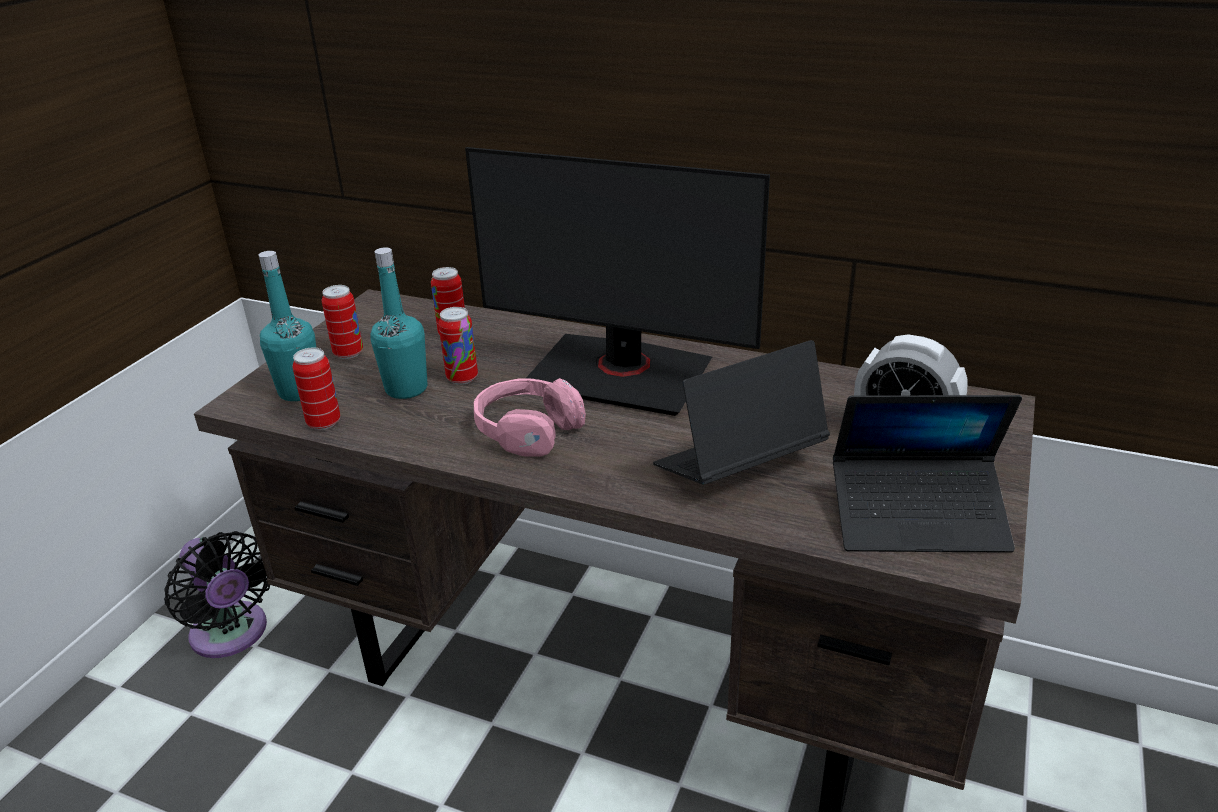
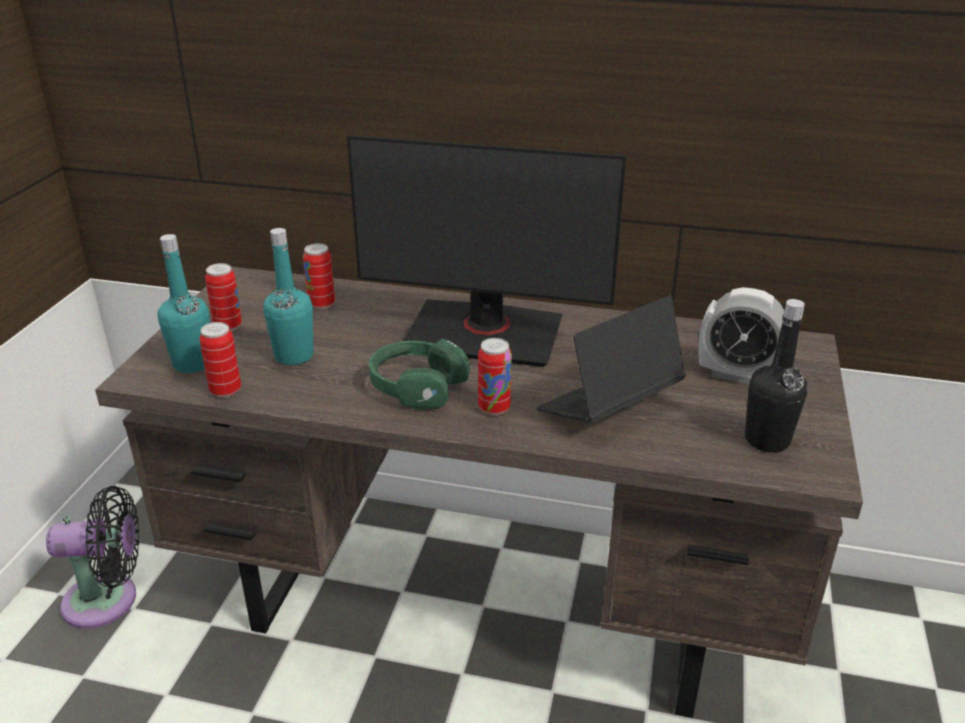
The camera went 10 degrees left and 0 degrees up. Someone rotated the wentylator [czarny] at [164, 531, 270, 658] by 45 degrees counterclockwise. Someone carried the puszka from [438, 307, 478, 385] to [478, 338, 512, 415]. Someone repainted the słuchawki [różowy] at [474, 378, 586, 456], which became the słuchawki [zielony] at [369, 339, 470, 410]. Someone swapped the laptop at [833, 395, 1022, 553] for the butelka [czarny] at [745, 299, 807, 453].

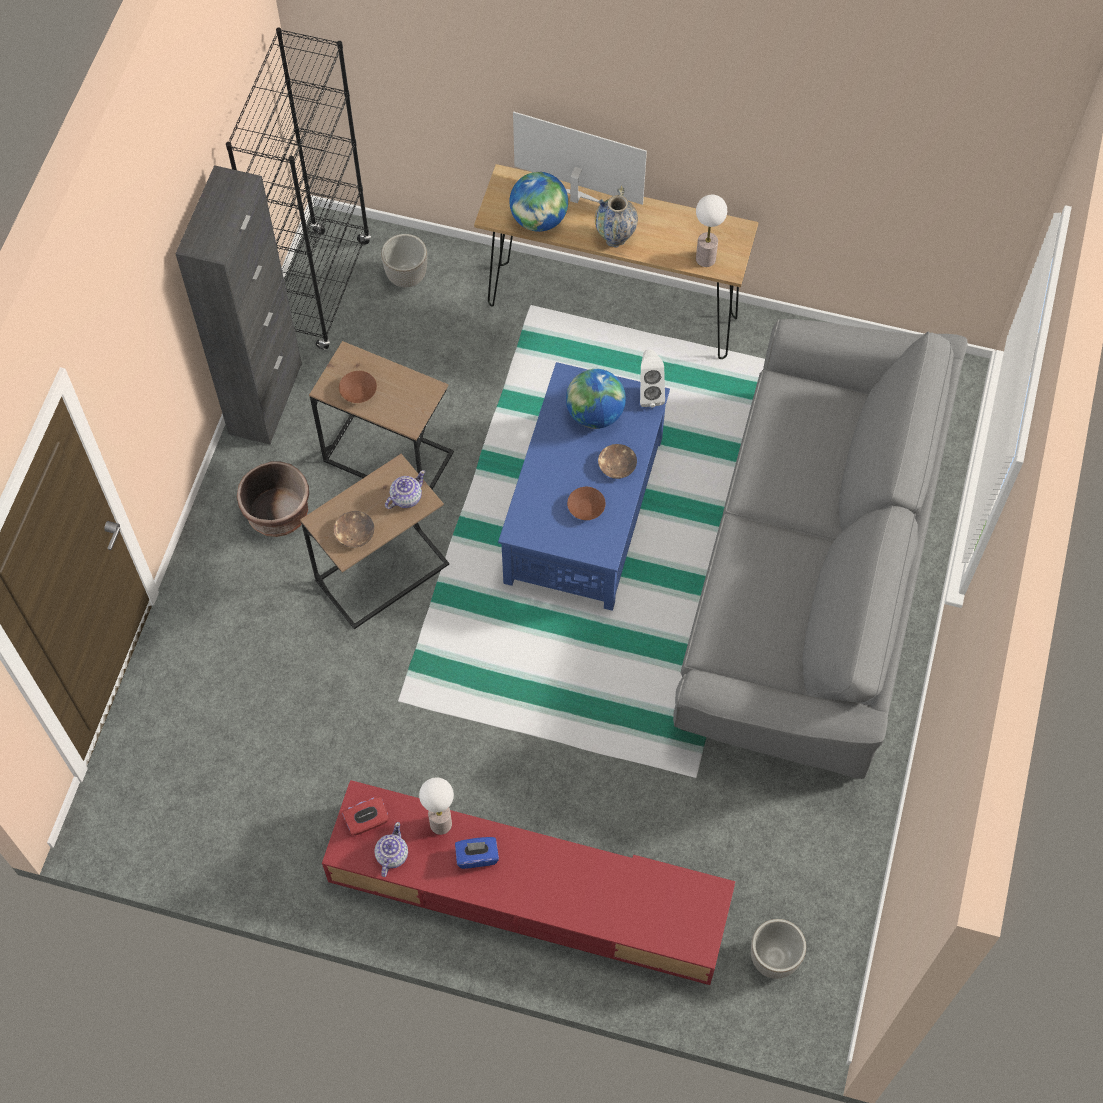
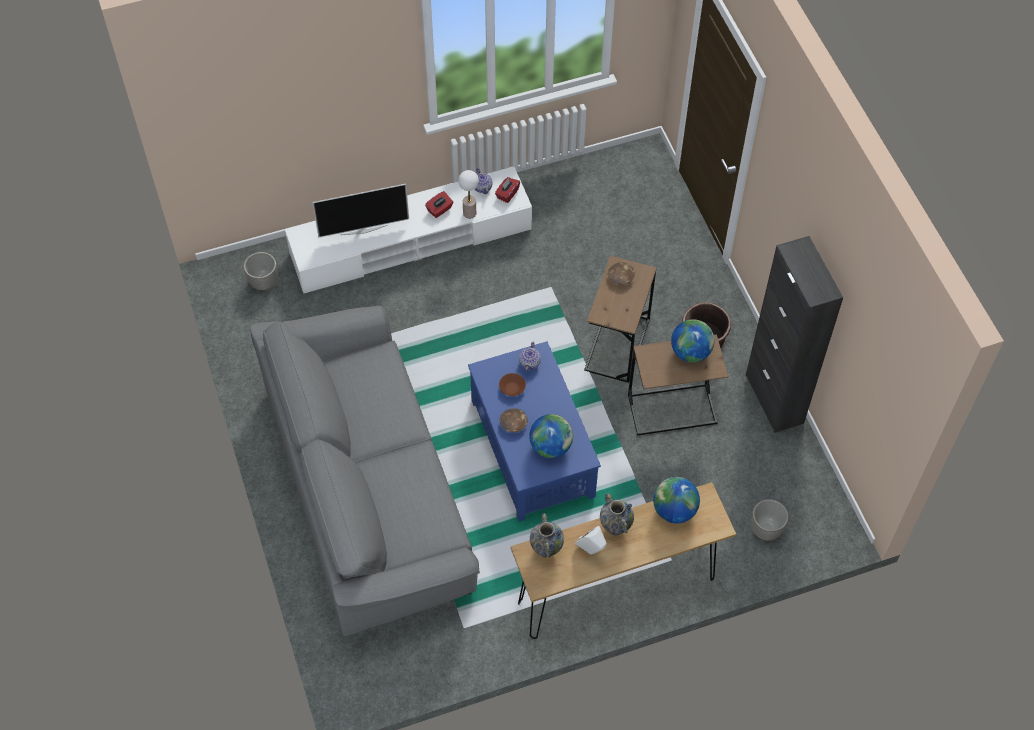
The camera went 145 degrees right and 5 degrees down. Someone took away the regał [czarny] at [226, 28, 371, 350]. Someone repainted the szafka pod telewizor [czerwony] at [322, 780, 735, 985], which became the szafka pod telewizor [biały] at [285, 167, 532, 293]. Someone swapped the miska [brązowy] at [339, 371, 377, 403] for the globus at [671, 319, 715, 363]. Someone carried the imbryk from [385, 470, 425, 509] to [519, 342, 541, 372]. Someone repainted the pudełko chusteczek [niebieski] at [455, 837, 499, 869], which became the pudełko chusteczek [czerwony] at [425, 191, 453, 218]. Someone carried the telewizor from [513, 111, 647, 205] to [312, 184, 409, 238]. Someone carried the głośnik [biały] from [640, 349, 665, 408] to [575, 526, 607, 554]. Someone swapped the lampa stołowa at [696, 195, 727, 267] for the wazon at [530, 513, 564, 558].

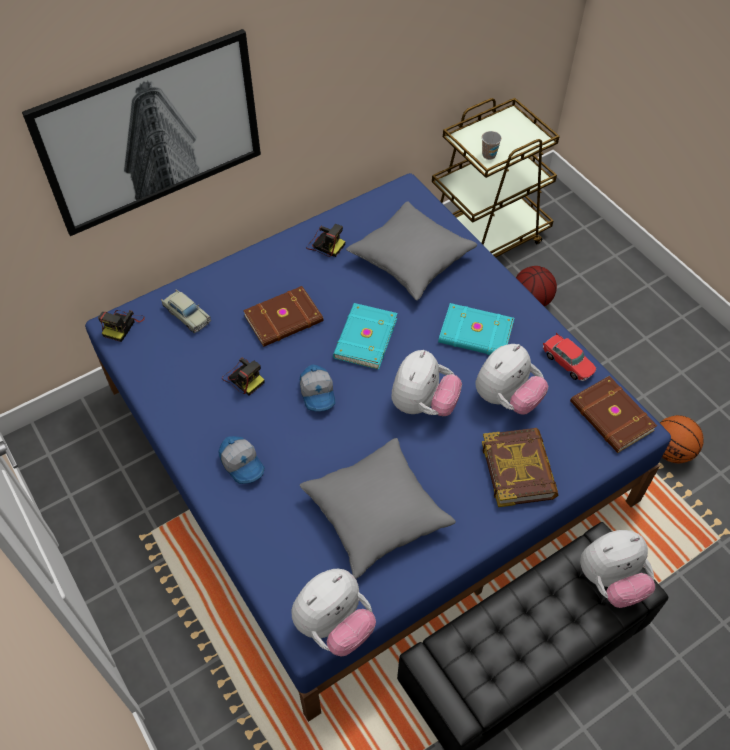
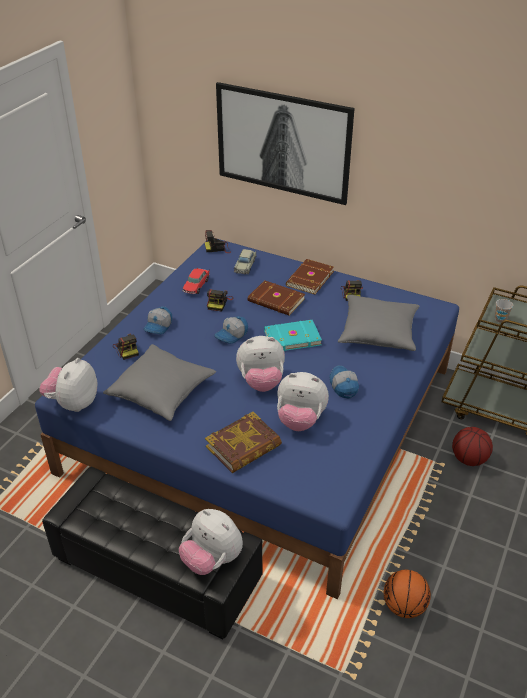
The camera went 60 degrees right and 15 degrees down. Someone rotated the pluszak at [292, 569, 376, 656] by 90 degrees clockwise. Someone swapped the książka [turkusowy] at [438, 303, 514, 355] for the czapka z daszkiem at [329, 365, 359, 399]. Someone carried the samochodzik from [543, 333, 596, 381] to [183, 267, 210, 294]. Someone carried the książka [brązowy] from [570, 376, 657, 453] to [286, 259, 334, 295]. Someone put down the aparat fotograficzny at [113, 333, 139, 360].

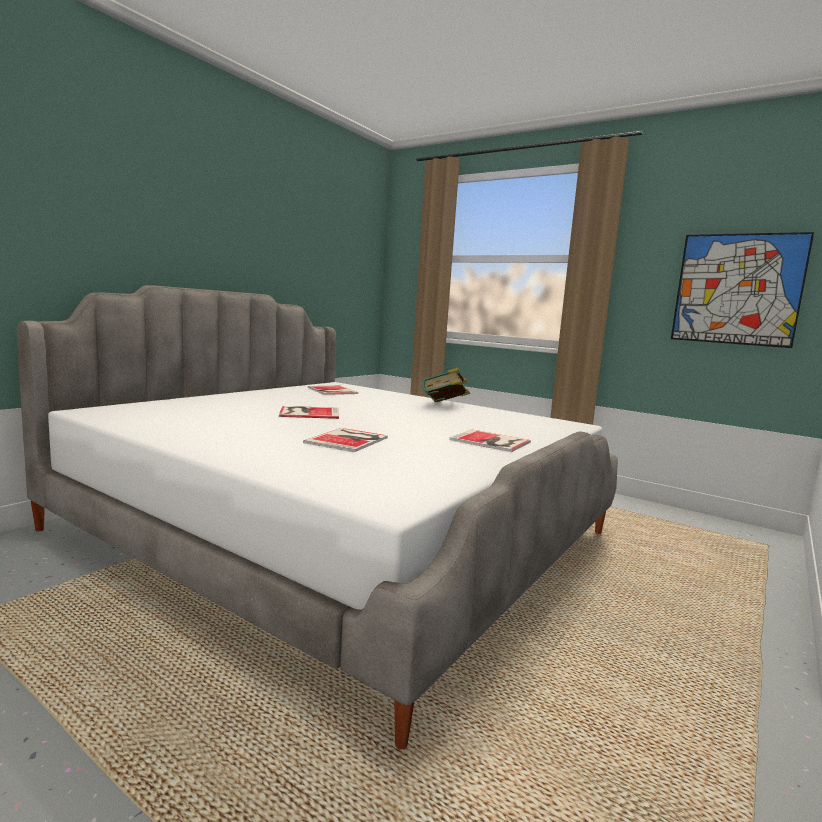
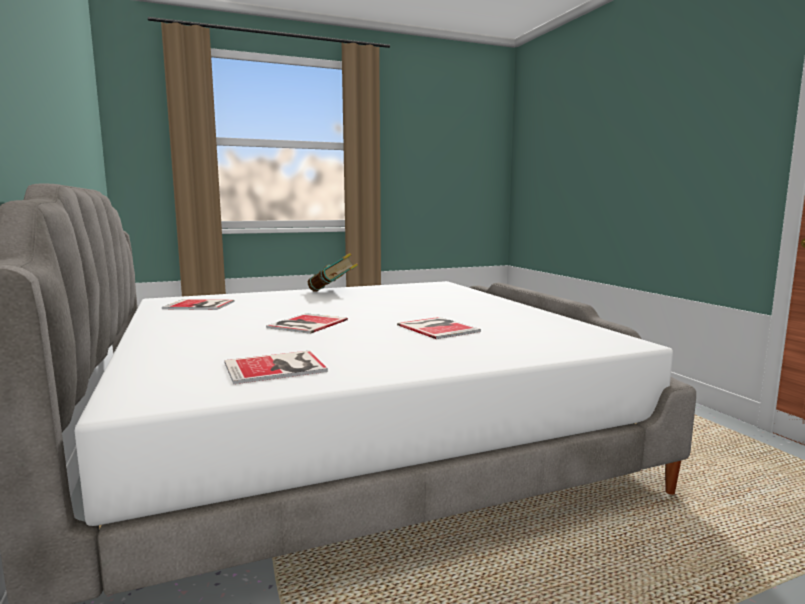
The camera went 55 degrees left and 0 degrees up. Someone carried the książka from [449, 429, 531, 452] to [224, 351, 328, 384]. Someone took away the obraz at [671, 232, 814, 348].

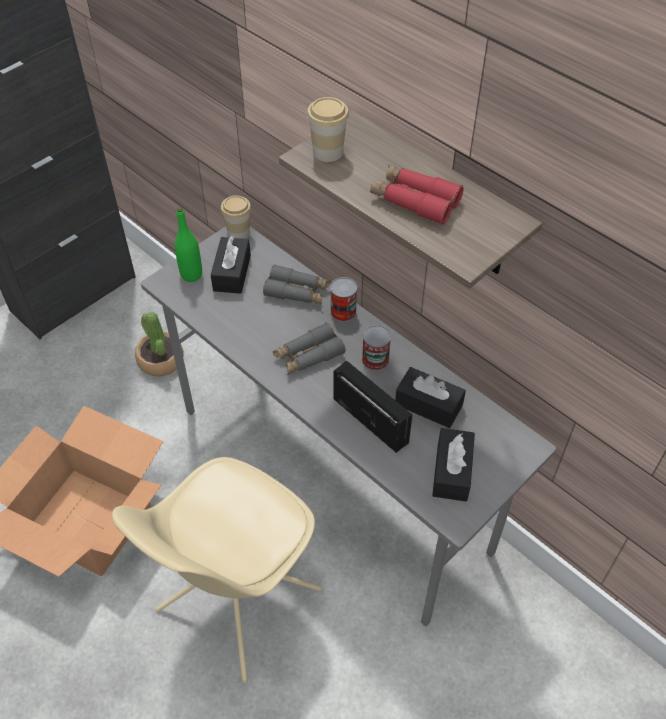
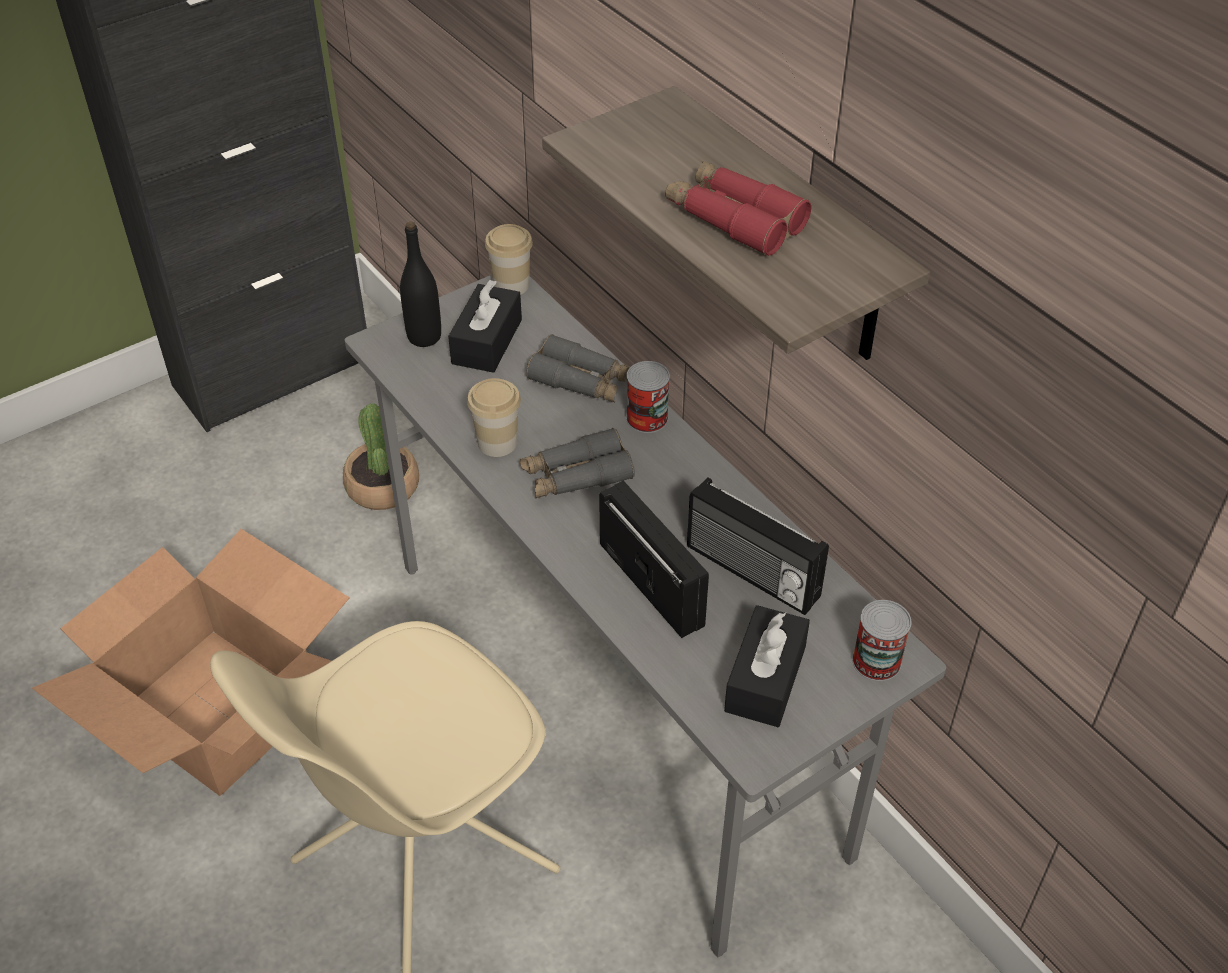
The camera went 10 degrees right and 5 degrees down. Someone repainted the butelka [zielony] at [175, 207, 202, 282], which became the butelka [czarny] at [400, 221, 441, 347]. Someone carried the filiżanka from [307, 97, 349, 162] to [467, 378, 521, 457]. Someone carried the puszka from [362, 325, 391, 371] to [852, 600, 912, 681]. Someone swapped the pudełko chusteczek [czarny] at [395, 367, 466, 428] for the radio at [687, 477, 829, 615].

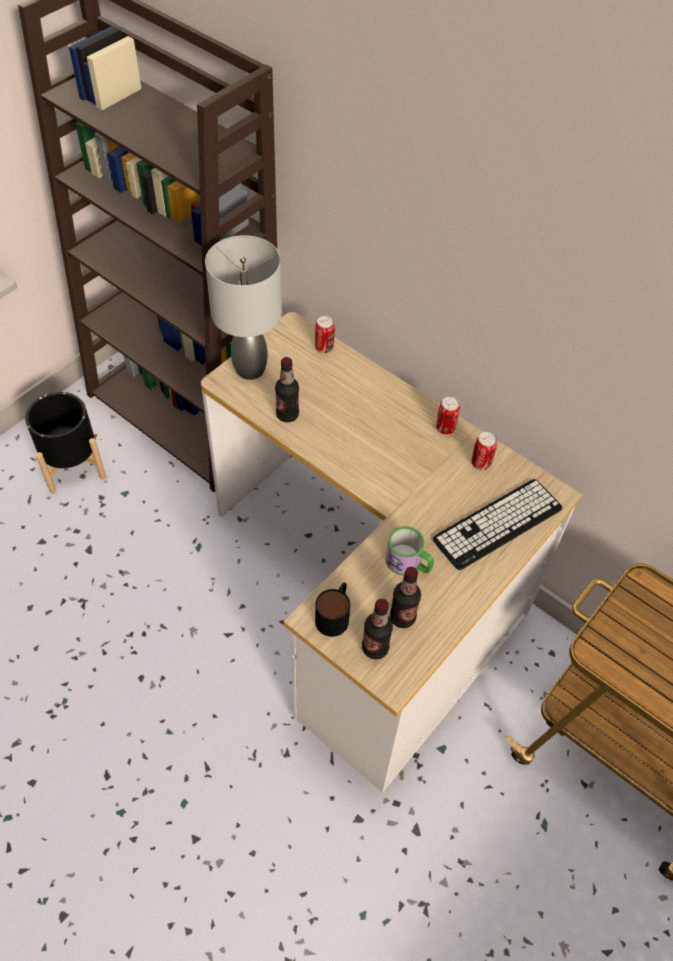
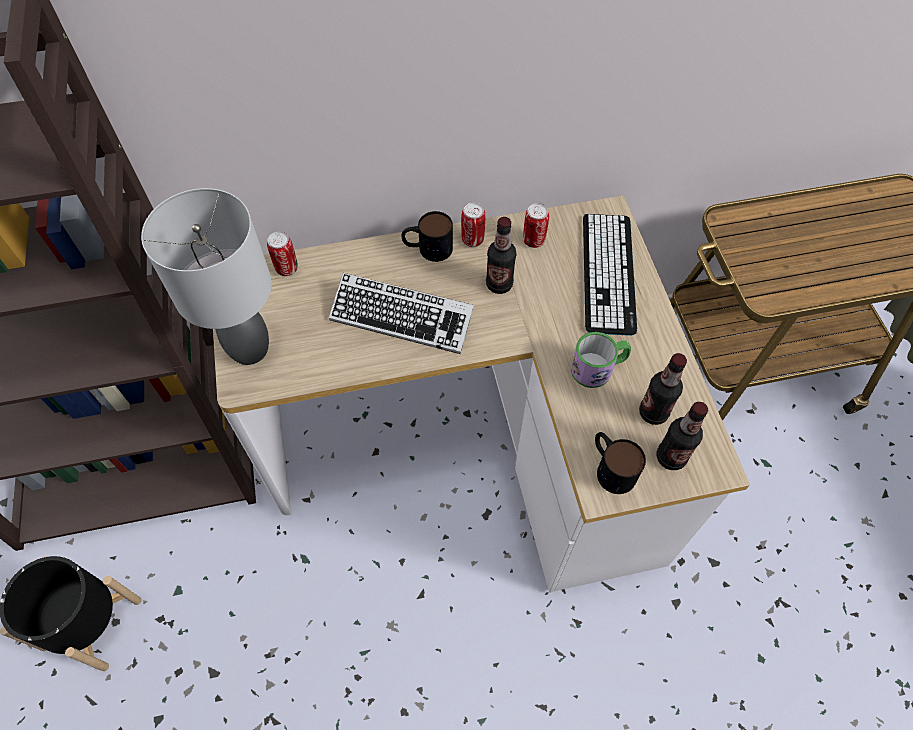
The camera went 50 degrees left and 5 degrees up. Someone carried the butelka from [275, 357, 299, 422] to [486, 217, 516, 294]. Someone put down the klawiatura at [329, 273, 474, 354]. Someone put down the kubek at [401, 211, 453, 262].

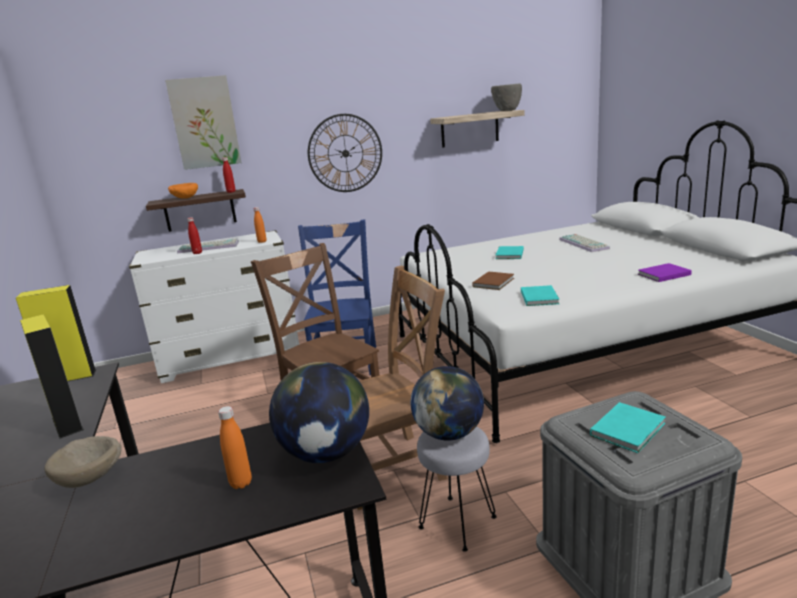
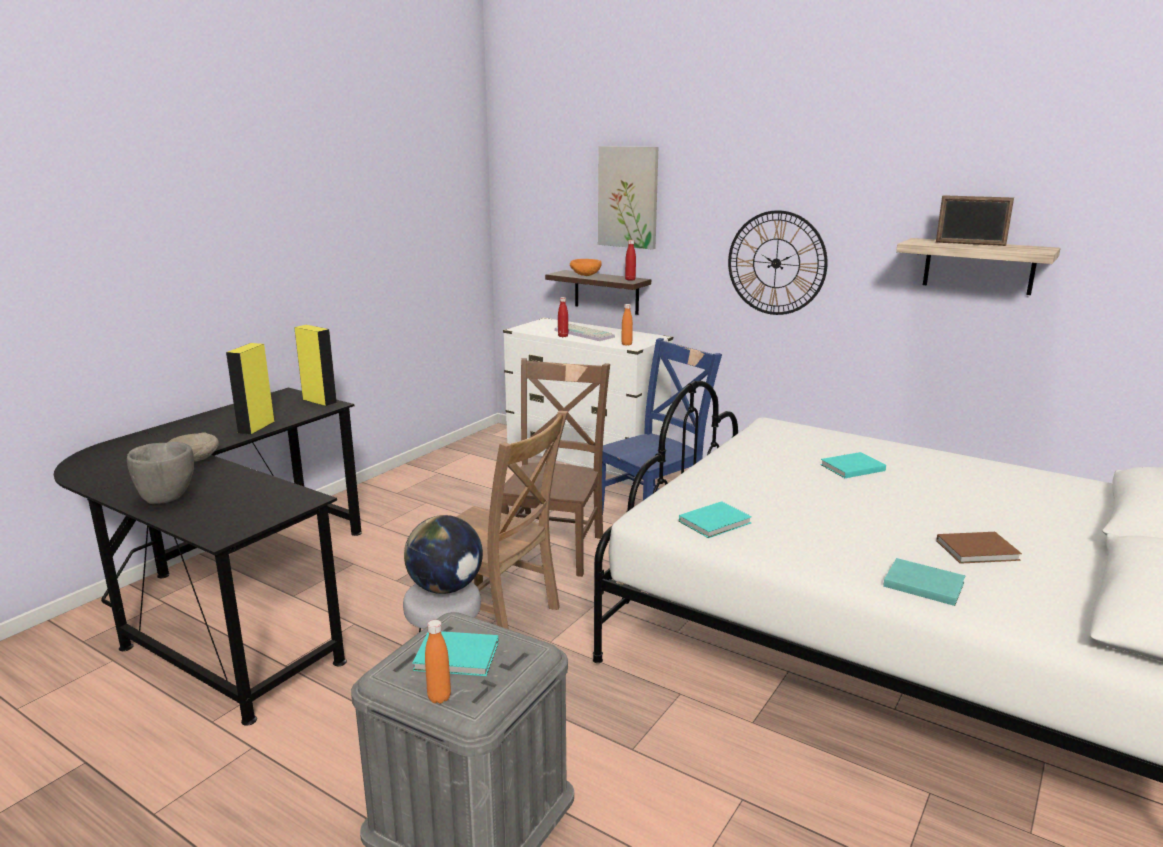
The camera went 50 degrees right and 0 degrees up. Someone carried the butelka [pomarańczowy] from [218, 406, 252, 489] to [425, 620, 451, 704]. Someone took away the globus at [269, 362, 369, 463]. Someone carried the książka [brązowy] from [472, 271, 514, 290] to [936, 532, 1022, 564]. Someone carried the miska [szary] from [491, 84, 522, 111] to [127, 442, 194, 504]. Someone took away the klawiatura at [559, 234, 610, 252]. Someone repainted the książka [fioletowy] at [638, 263, 692, 282], which became the książka [turkusowy] at [883, 558, 965, 606]. Someone put down the ramka na zdjęcie at [936, 195, 1014, 246].

